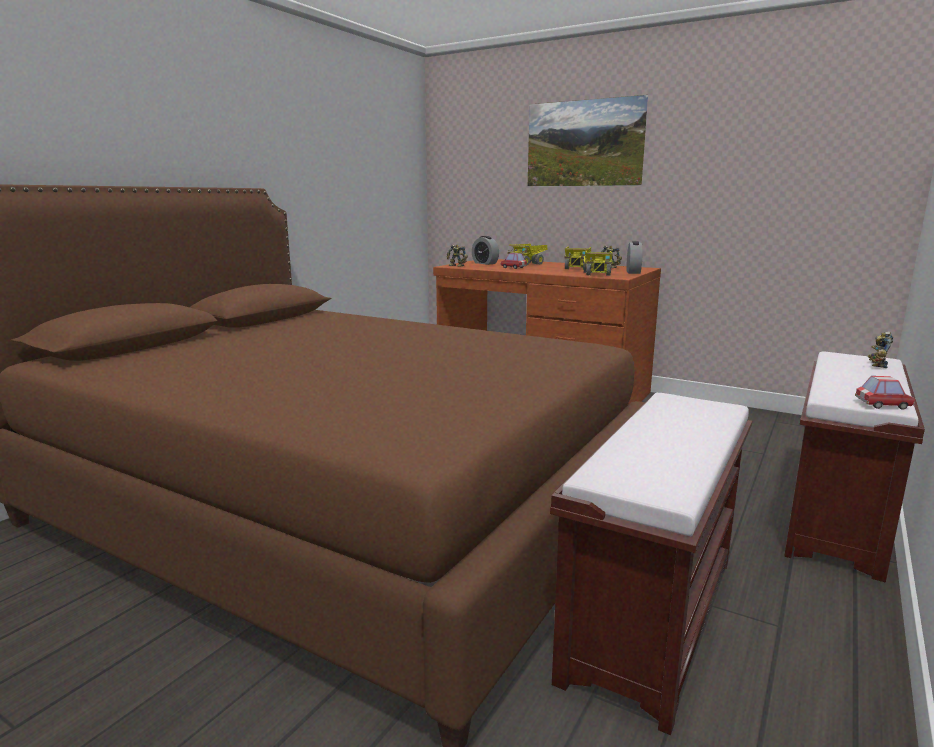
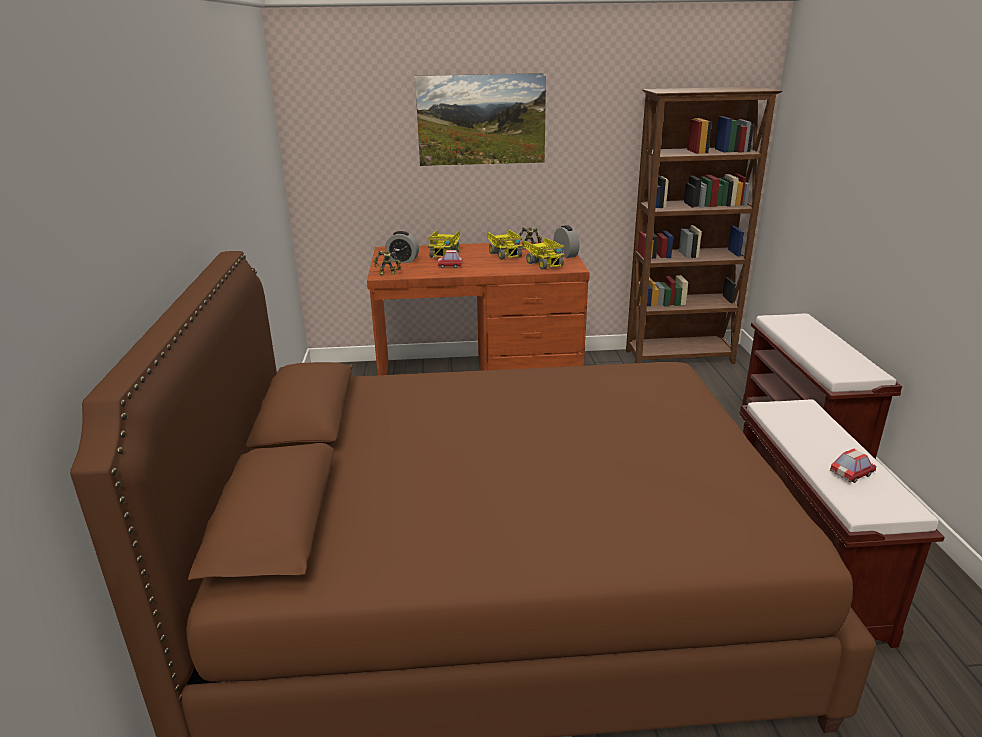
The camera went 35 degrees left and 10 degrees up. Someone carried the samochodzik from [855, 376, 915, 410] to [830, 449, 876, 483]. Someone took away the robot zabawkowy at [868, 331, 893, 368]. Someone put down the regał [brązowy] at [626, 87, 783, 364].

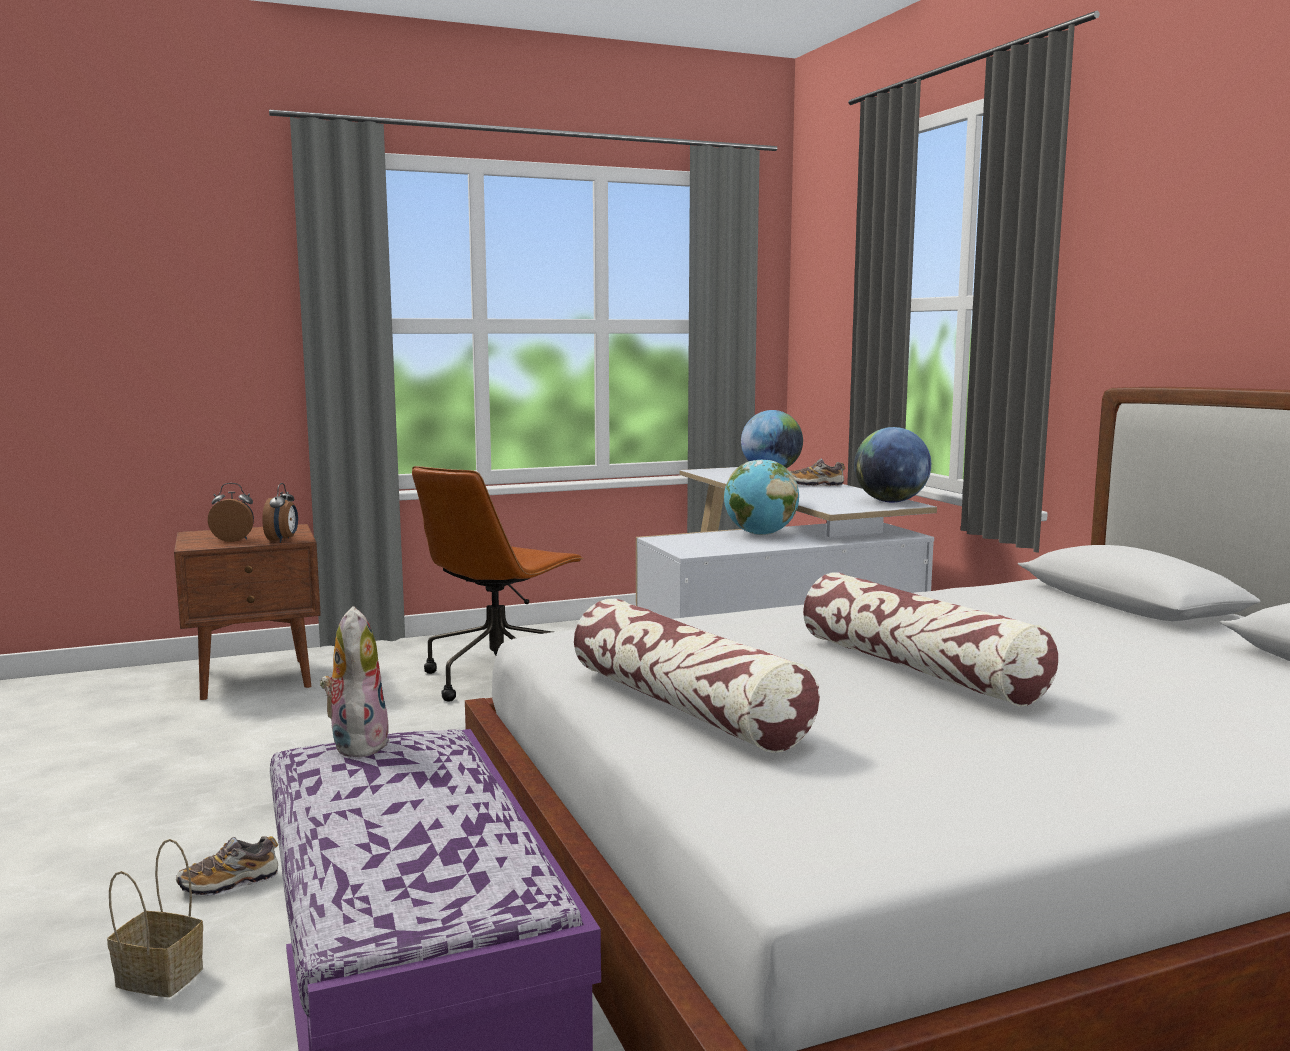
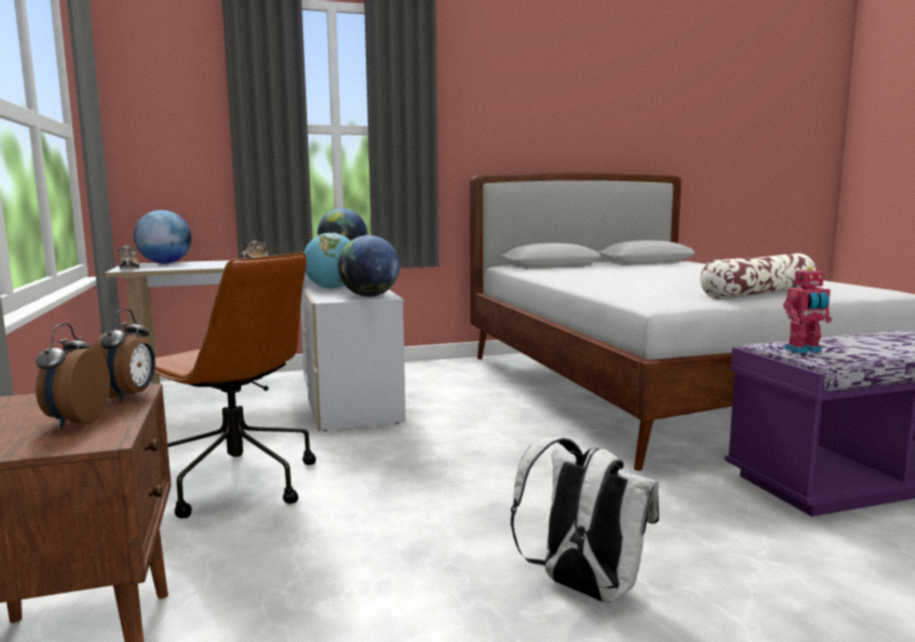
The camera went 85 degrees left and 0 degrees up. Someone took away the koszyk at [107, 839, 203, 997]. Someone carried the but from [176, 836, 278, 895] to [118, 246, 140, 269]. Someone rotated the budzik at [262, 483, 298, 543] by 90 degrees clockwise. Someone swapped the pluszak at [320, 606, 390, 758] for the robot zabawkowy at [783, 267, 832, 354]. Someone took away the poduszka at [803, 572, 1058, 707]. Someone put down the globus at [338, 235, 400, 297]. Someone put down the plecak [biały] at [511, 437, 659, 603].

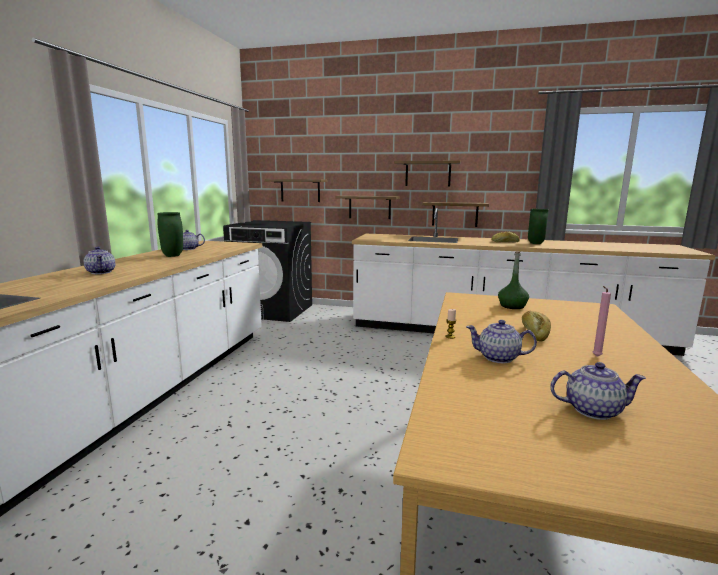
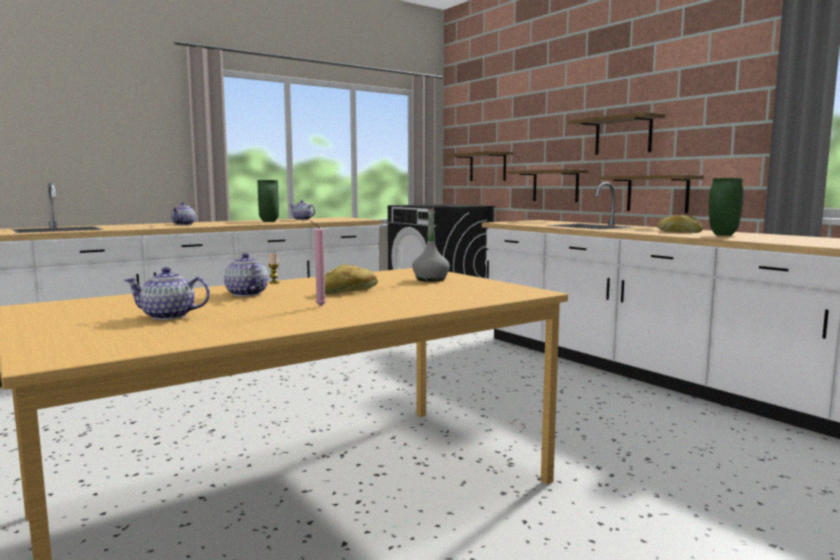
The camera went 40 degrees right and 5 degrees down. Someone repainted the butelka [zielony] at [498, 251, 529, 309], which became the butelka [szary] at [412, 208, 450, 282]. Someone rotated the imbryk at [550, 362, 646, 420] by 135 degrees clockwise.

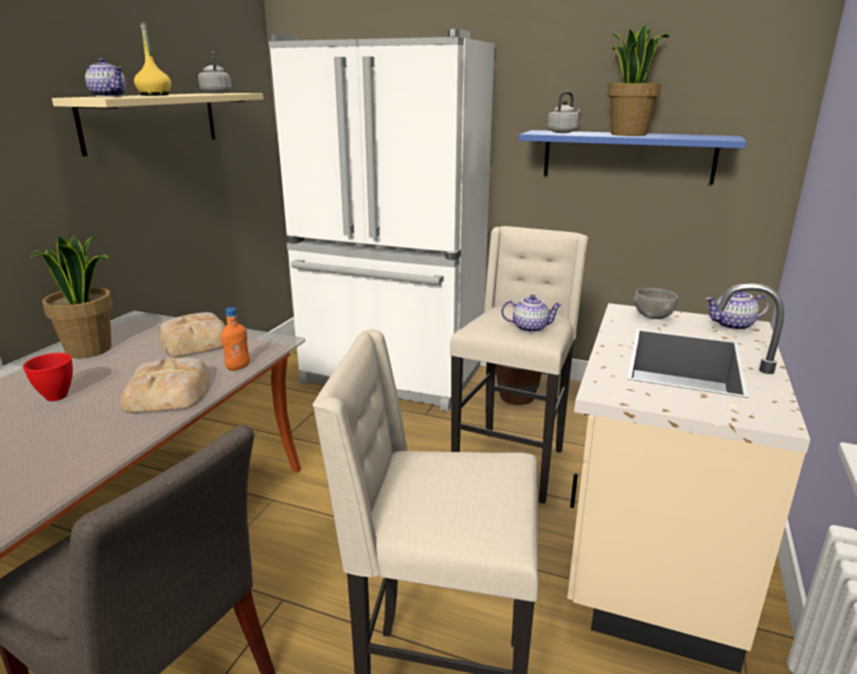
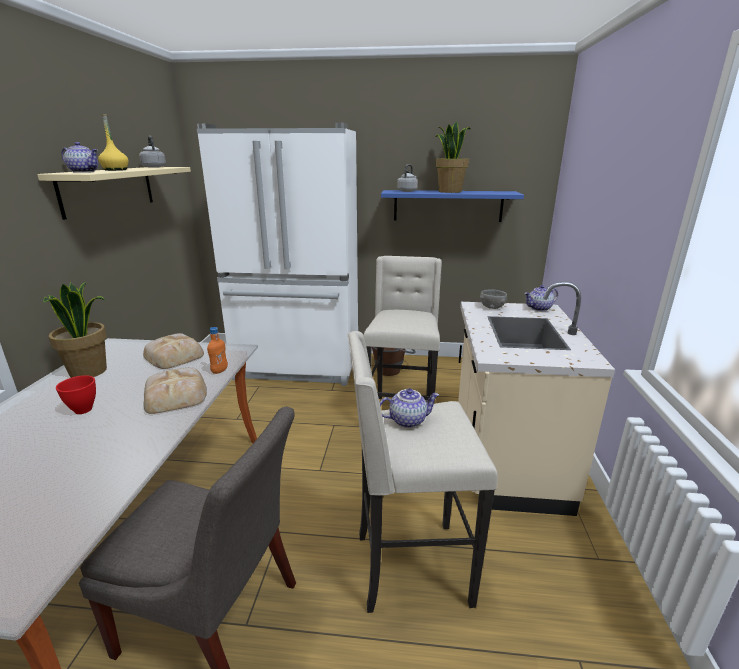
The camera went 15 degrees left and 0 degrees up. Someone carried the imbryk from [501, 295, 563, 333] to [380, 388, 439, 428].

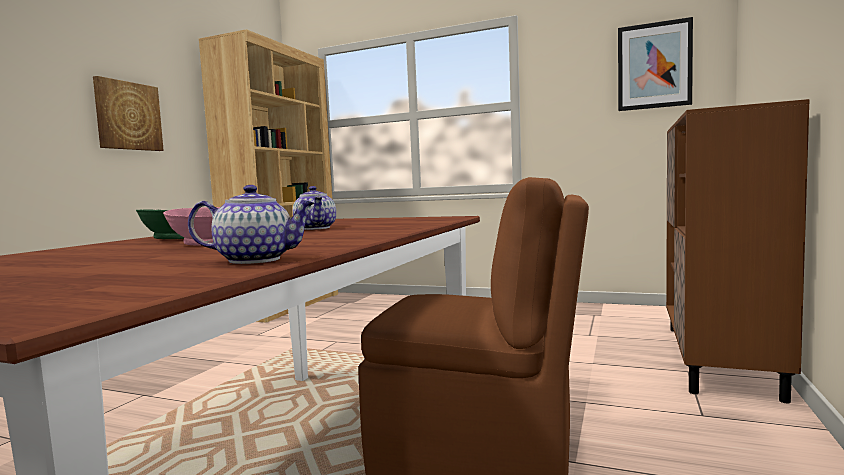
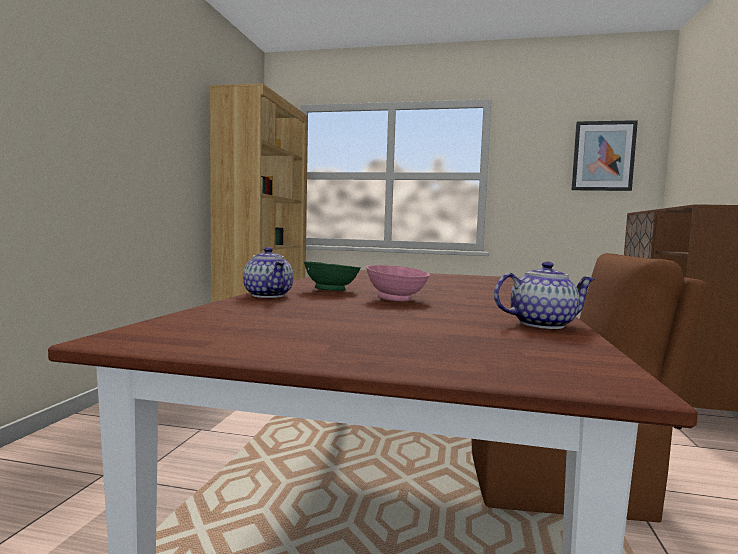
The camera went 10 degrees left and 0 degrees up. Someone took away the obraz at [93, 76, 164, 151]. Someone carried the imbryk from [293, 186, 336, 230] to [243, 247, 293, 298].

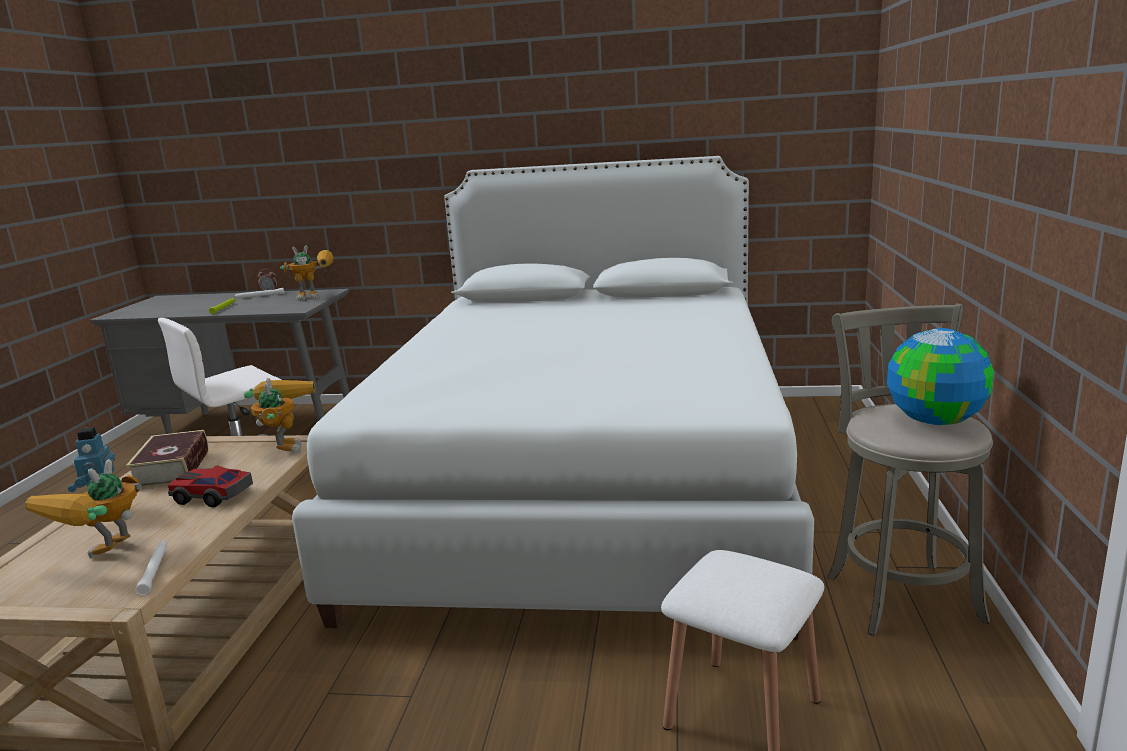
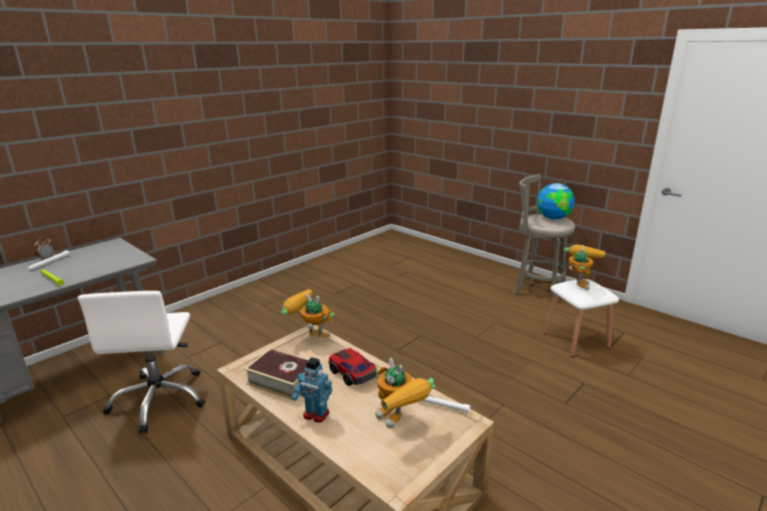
The camera went 55 degrees left and 5 degrees up. Someone rotated the samochodzik at [168, 465, 253, 508] by 90 degrees clockwise. Someone carried the robot zabawkowy from [280, 246, 334, 301] to [564, 245, 605, 290]. Someone took away the łóżko [biały] at [292, 156, 814, 640].

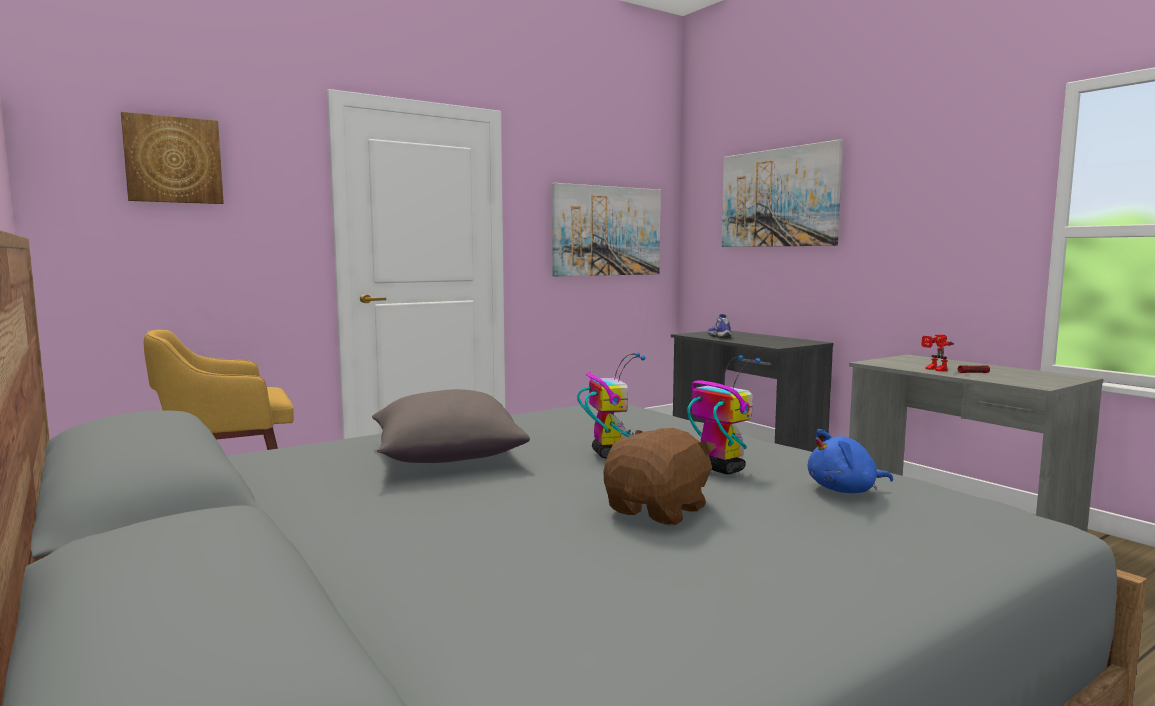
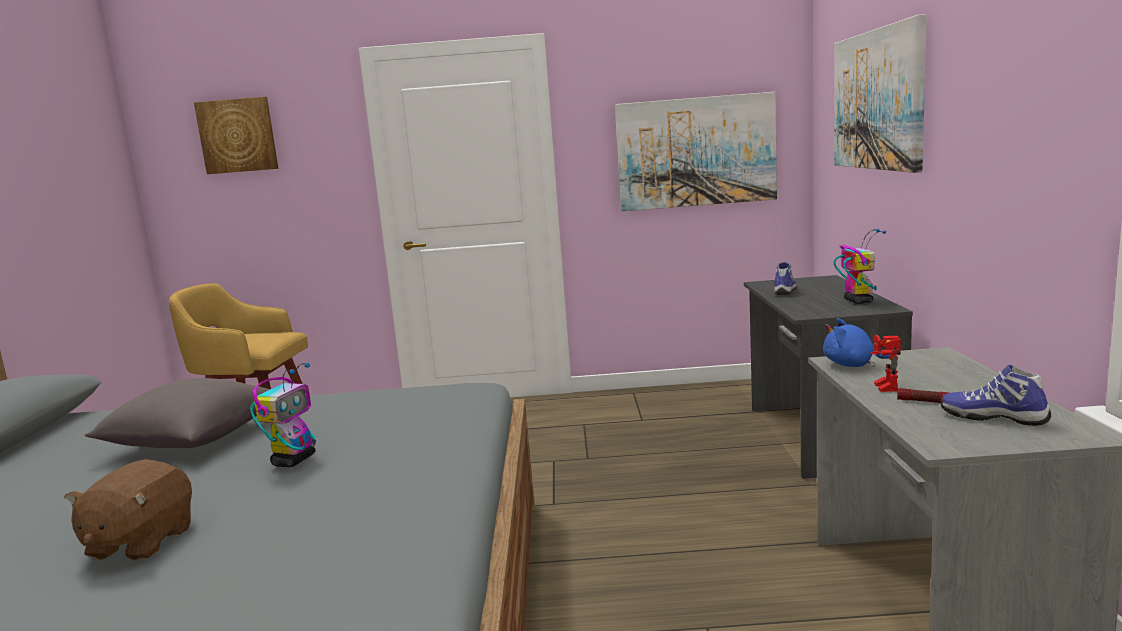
The camera went 35 degrees right and 5 degrees up. Someone rotated the pluszak [brązowy] at [603, 428, 716, 525] by 120 degrees clockwise. Someone carried the robot zabawkowy from [687, 355, 761, 475] to [834, 229, 886, 304]. Someone carried the pluszak [niebieski] from [808, 429, 893, 493] to [823, 318, 890, 367]. Someone put down the but at [941, 365, 1051, 426].

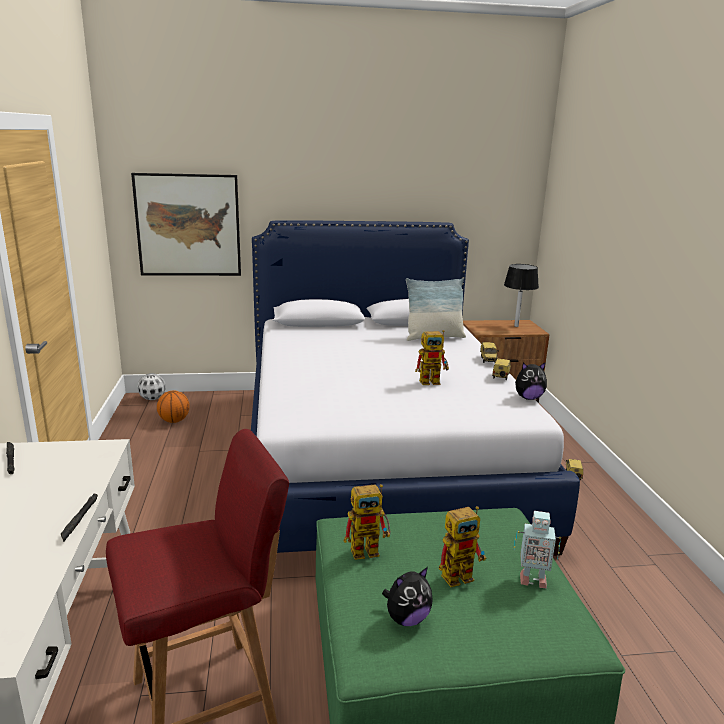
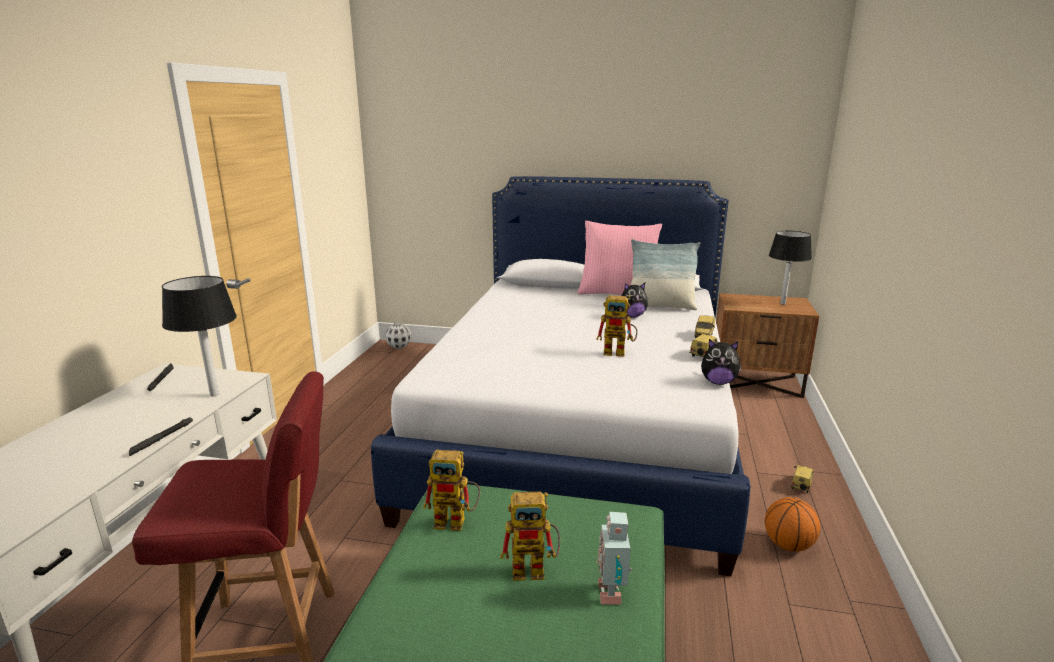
The camera went 20 degrees right and 0 degrees up. Someone took away the obraz at [131, 173, 241, 276]. Someone carried the piłka do koszykówki from [157, 390, 190, 423] to [765, 497, 820, 552]. Someone carried the pluszak from [382, 567, 433, 626] to [621, 283, 648, 317]. Someone rotated the robot zabawkowy at [514, 511, 561, 588] by 60 degrees clockwise. Someone put down the lampa stołowa [czarny] at [162, 276, 237, 397]. Someone put down the poduszka [różowy] at [578, 221, 662, 295].

